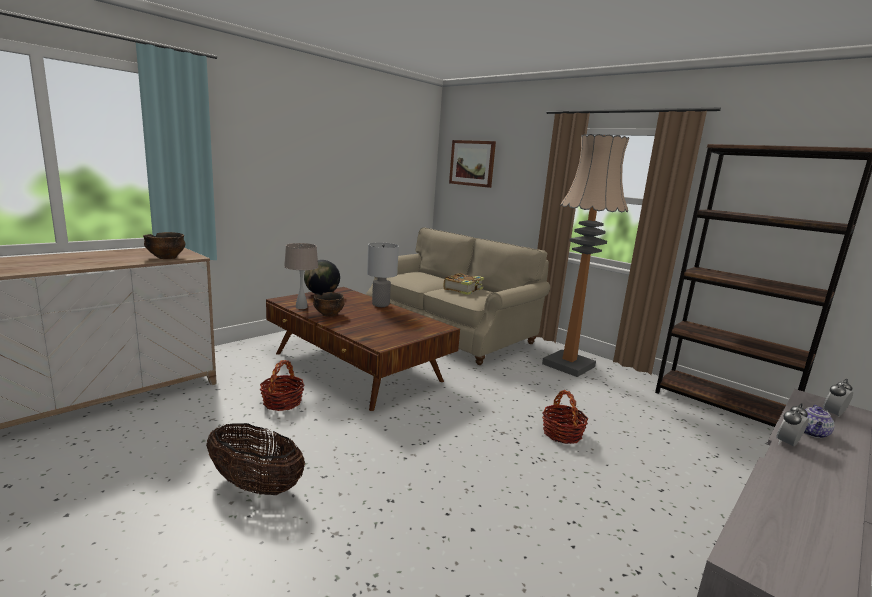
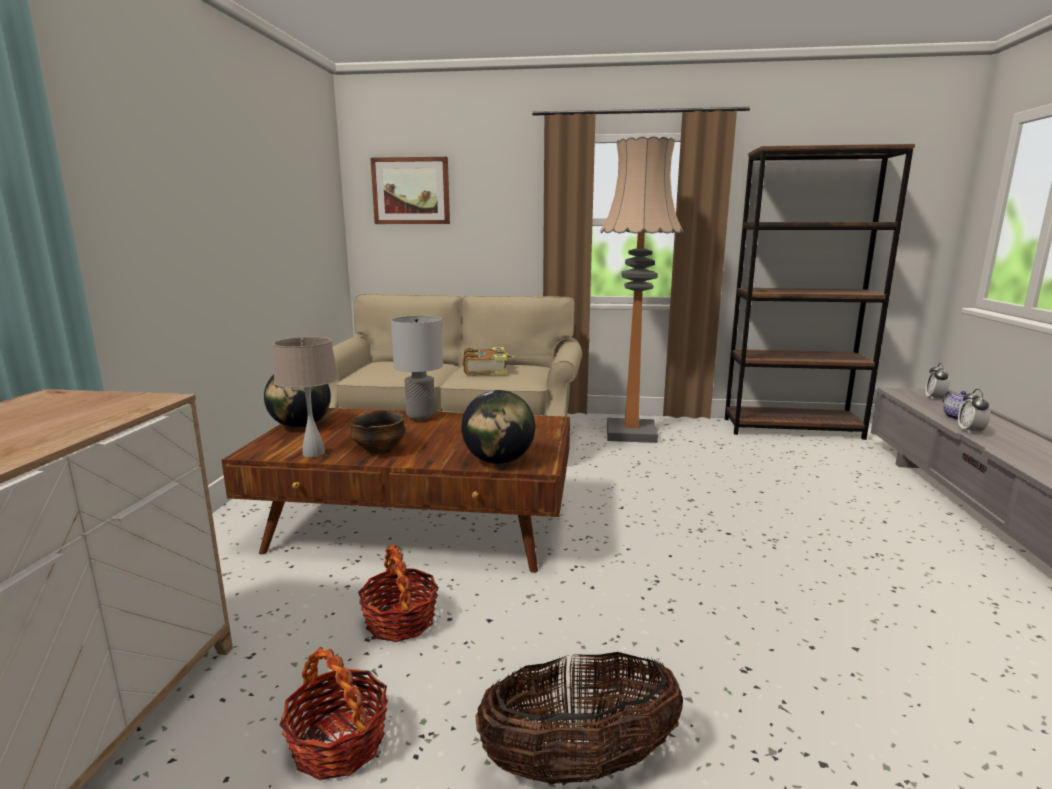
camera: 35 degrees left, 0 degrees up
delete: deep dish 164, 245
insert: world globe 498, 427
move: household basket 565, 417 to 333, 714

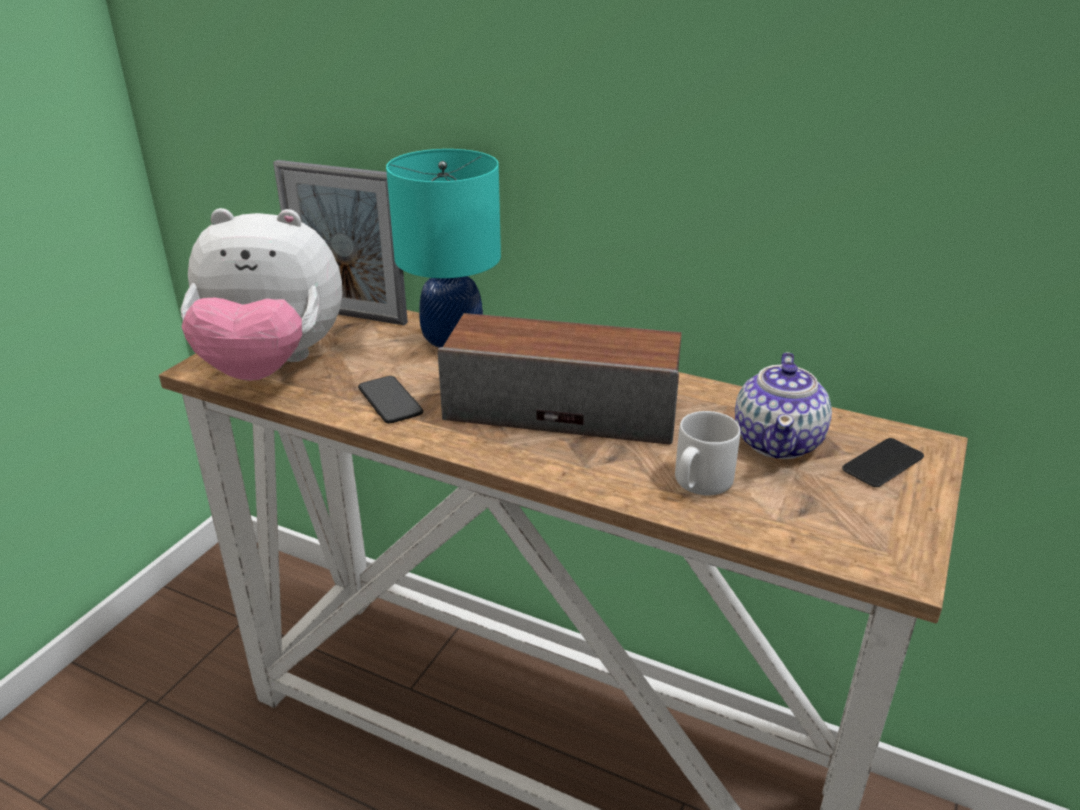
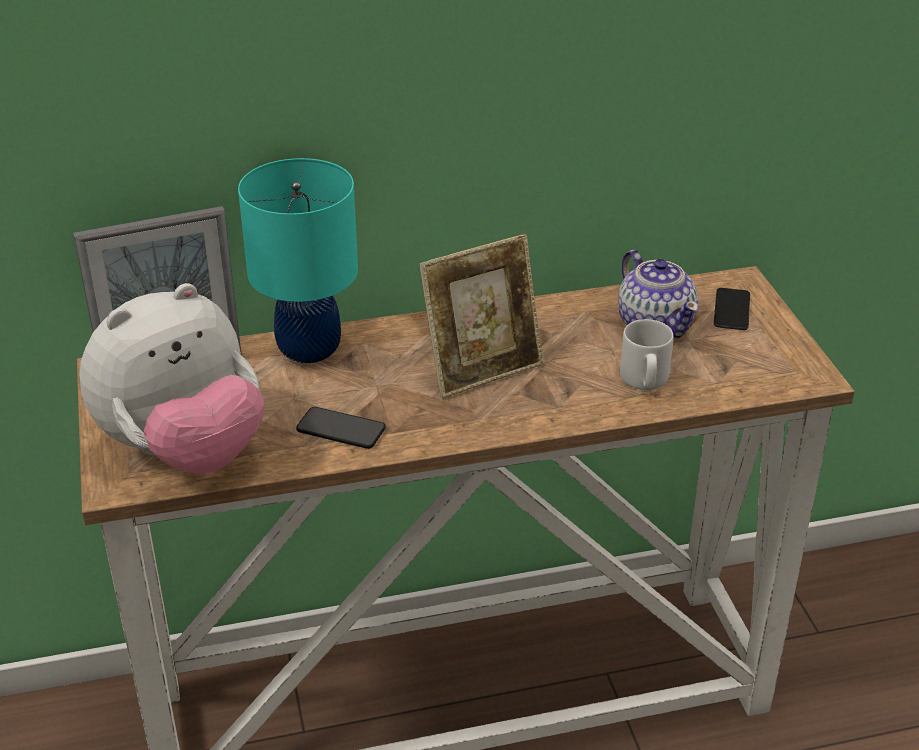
camera: 40 degrees left, 5 degrees up
replace: loudspeaker 560, 378 to photo frame 481, 316

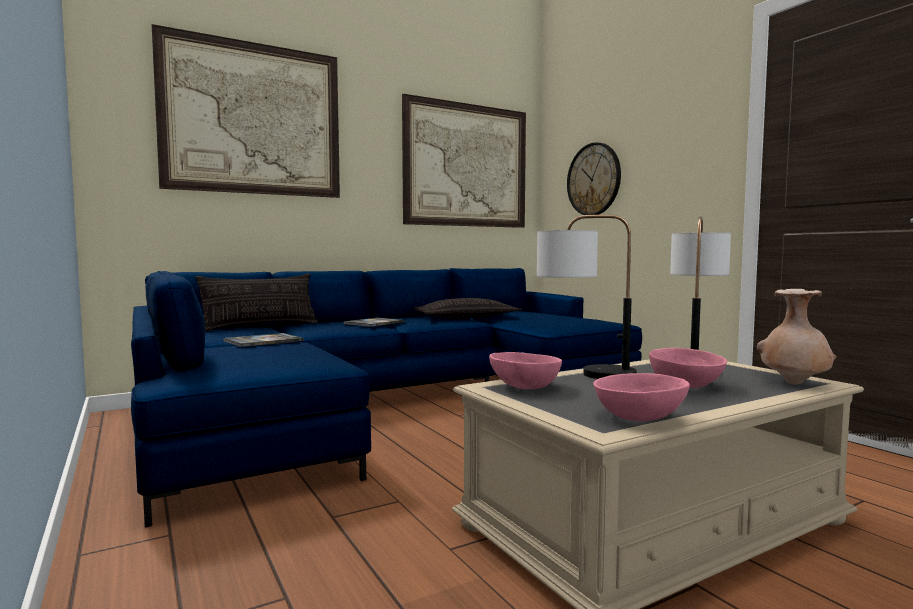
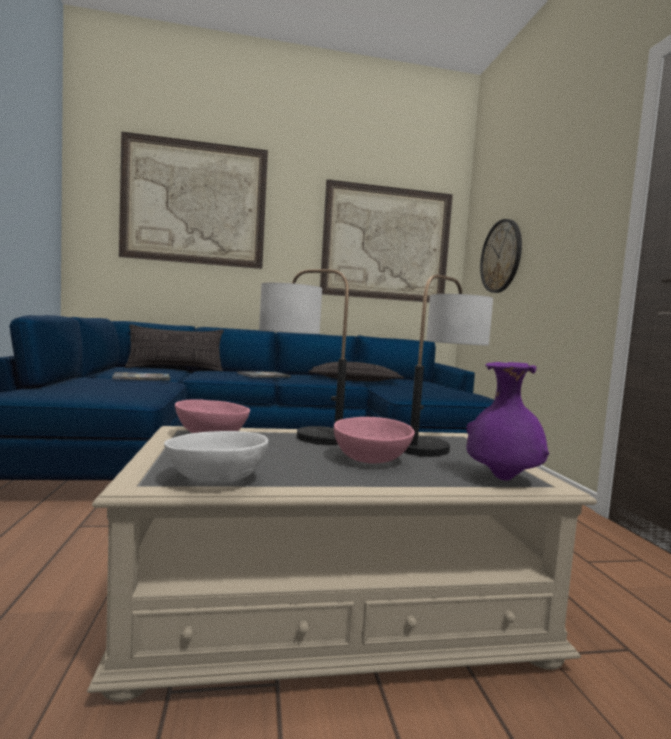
camera: 20 degrees right, 0 degrees up
recolor: deep dish (pink) 641, 397 to deep dish (white) 216, 457; vase (beige) 796, 336 to vase (purple) 507, 421

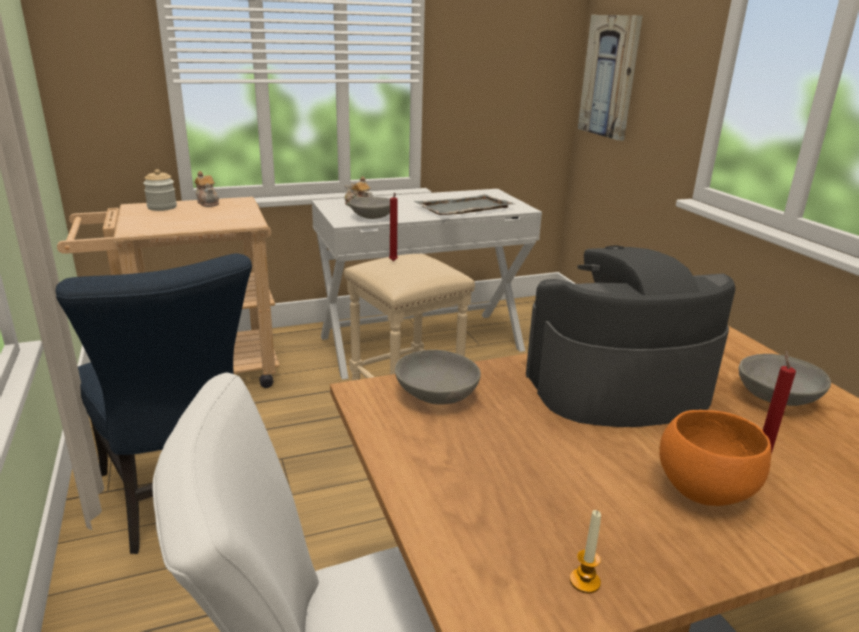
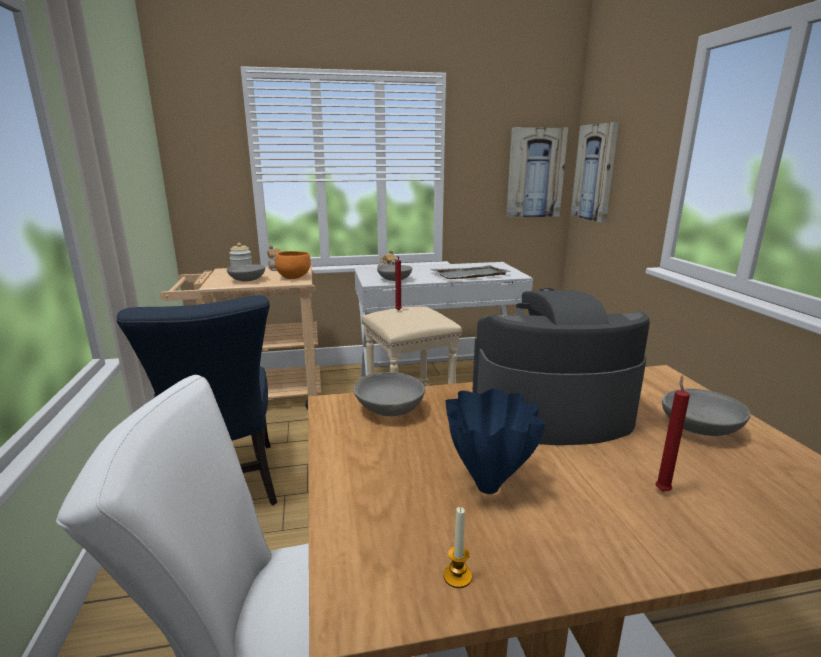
camera: 10 degrees right, 5 degrees down
insert: deep dish (greyish) 246, 273; vase (blue) 496, 441; picture 537, 172
move: deep dish (orangey) 715, 458 to 293, 265

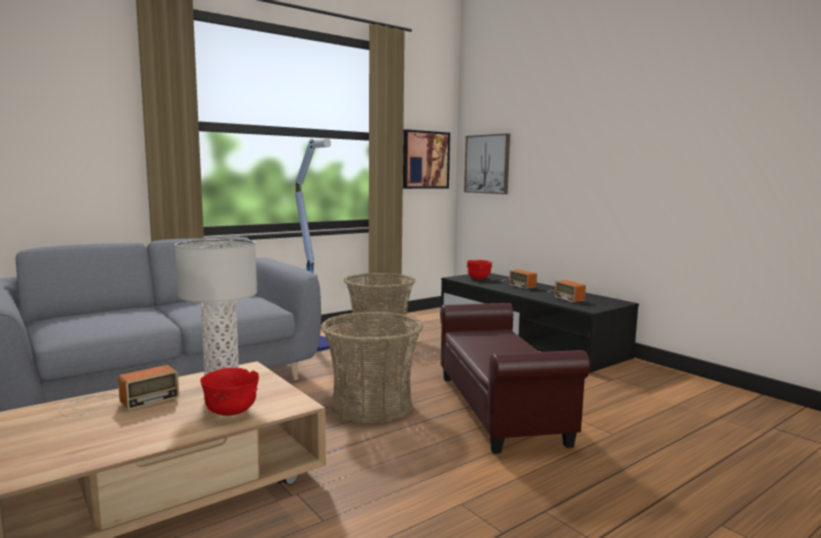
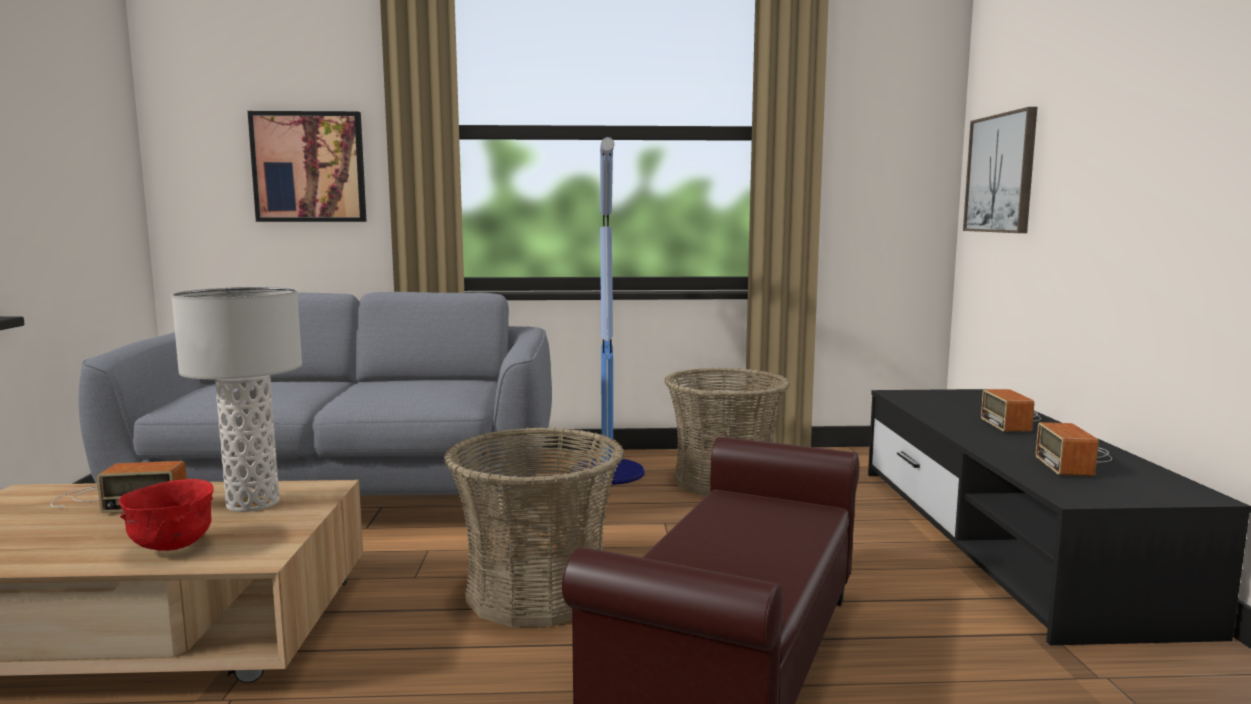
camera: 35 degrees right, 0 degrees up
delete: deep dish (red) 479, 269
move: picture 426, 159 to 307, 166

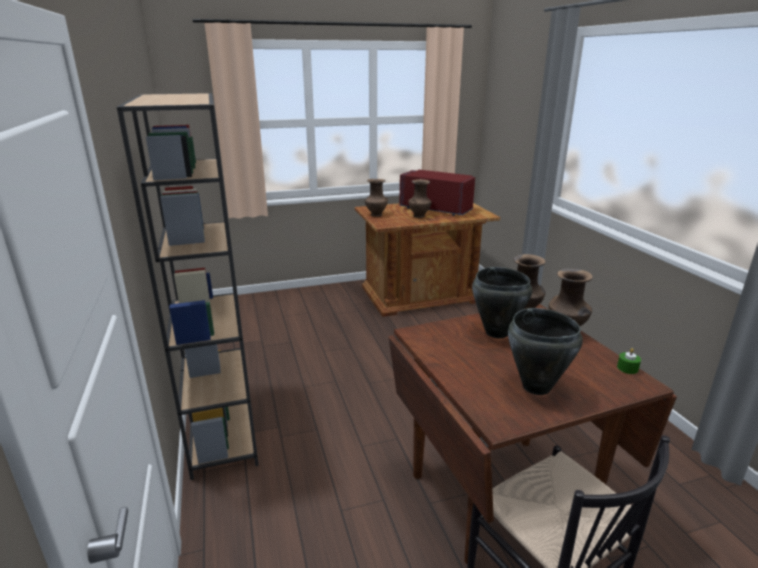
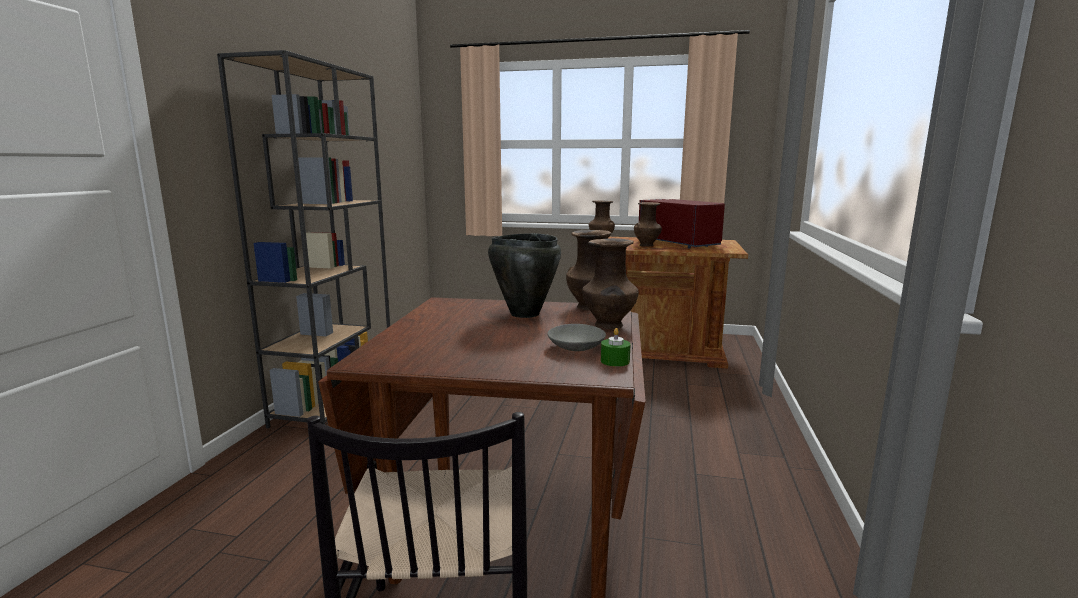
camera: 30 degrees right, 10 degrees down
delete: stockpot (blackish) 545, 351
insert: deep dish (greyish) 576, 337

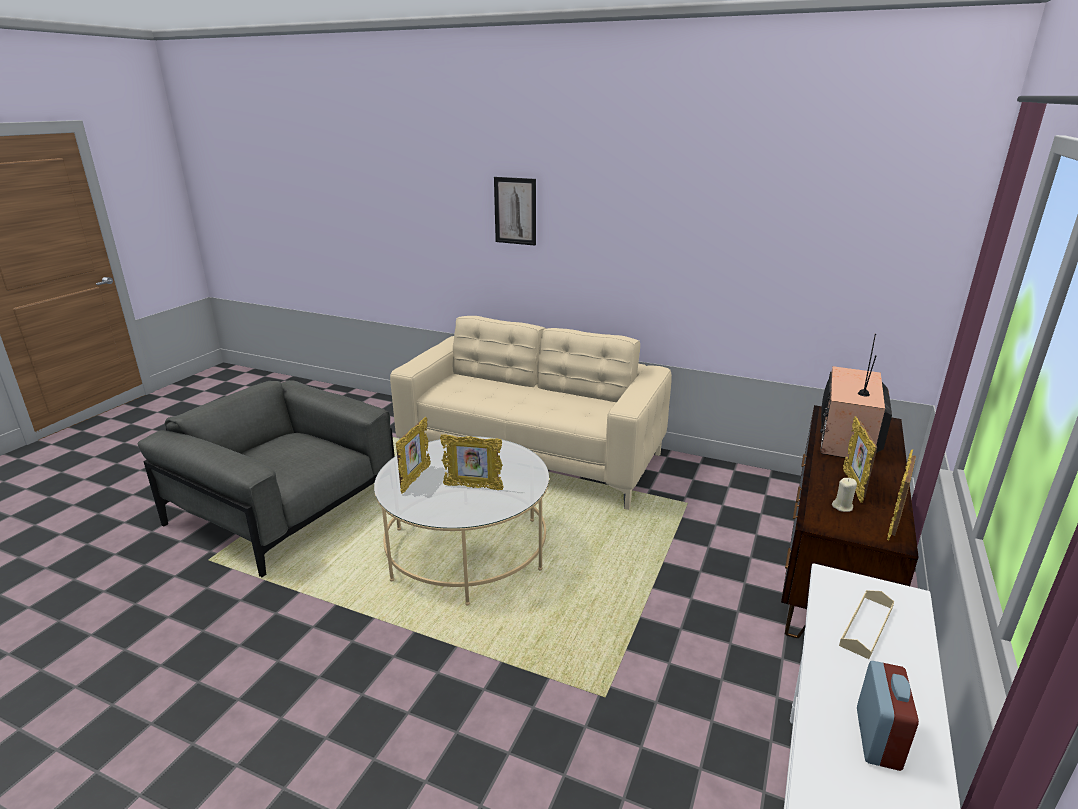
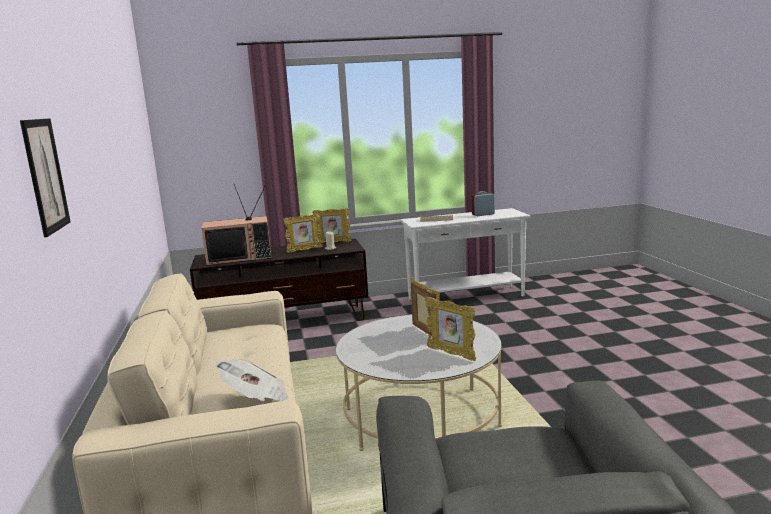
camera: 125 degrees left, 10 degrees down
insert: daily paper 252, 380
rotate: photo frame 413, 455 = 450, 329 120 degrees counterclockwise

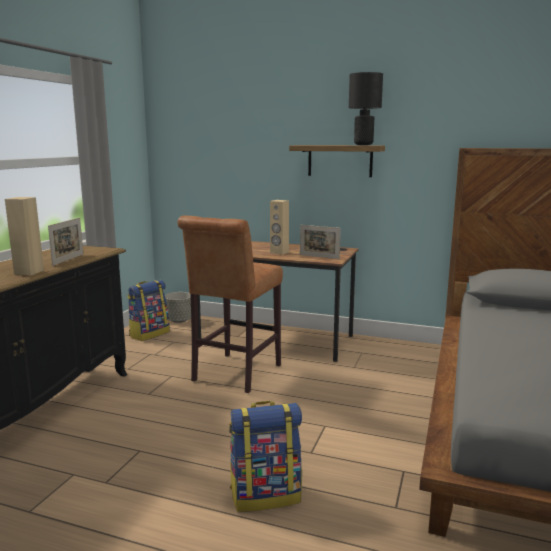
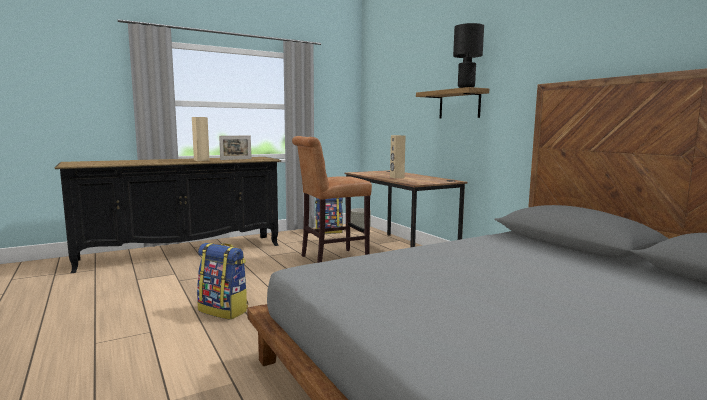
camera: 40 degrees right, 5 degrees down
delete: photo frame 320, 242

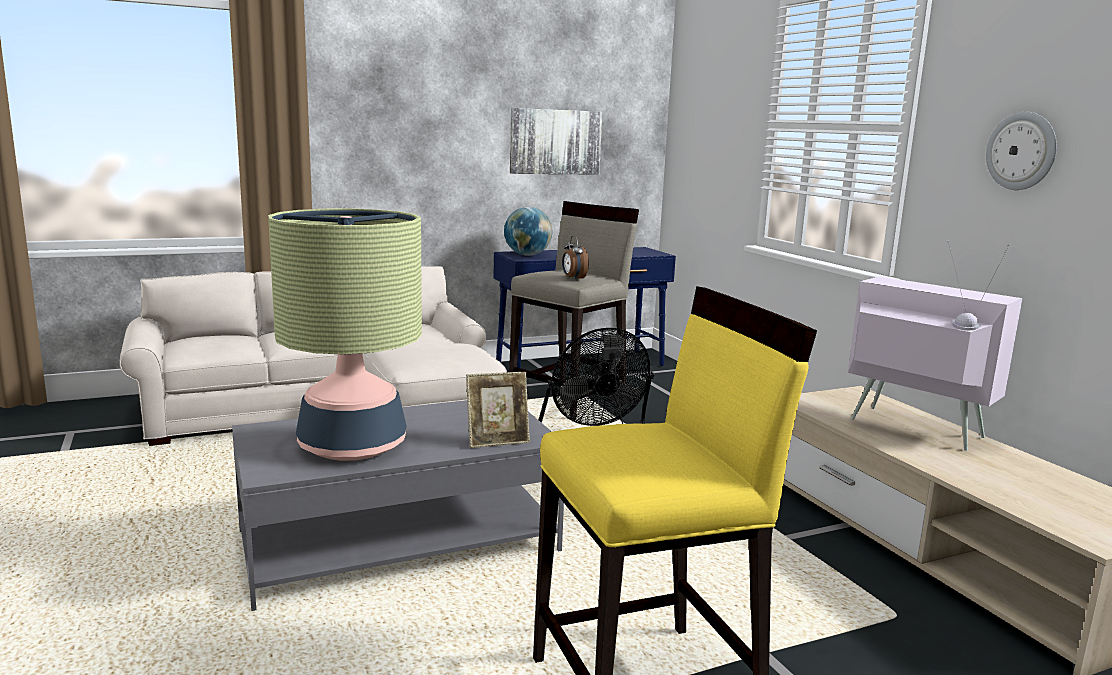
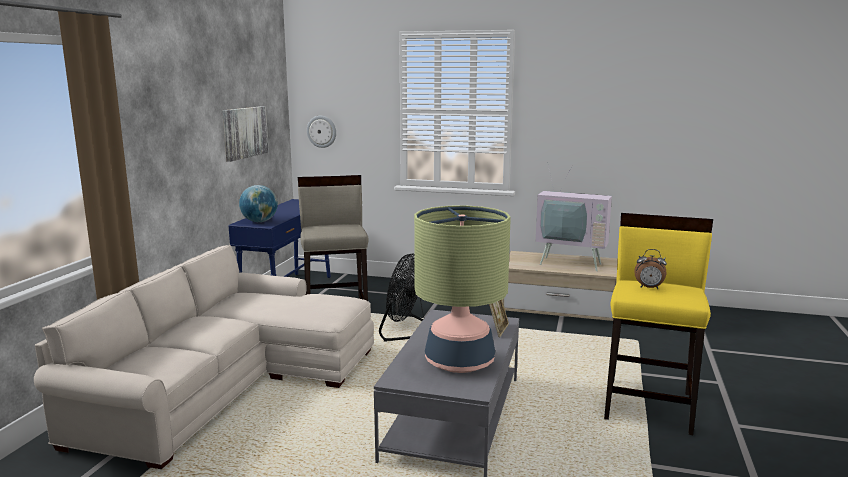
camera: 50 degrees left, 0 degrees up
move: hanging clock 1021, 151 to 321, 132; table clock 575, 258 to 650, 269
rotate: TV 935, 345 = 574, 216 150 degrees counterclockwise

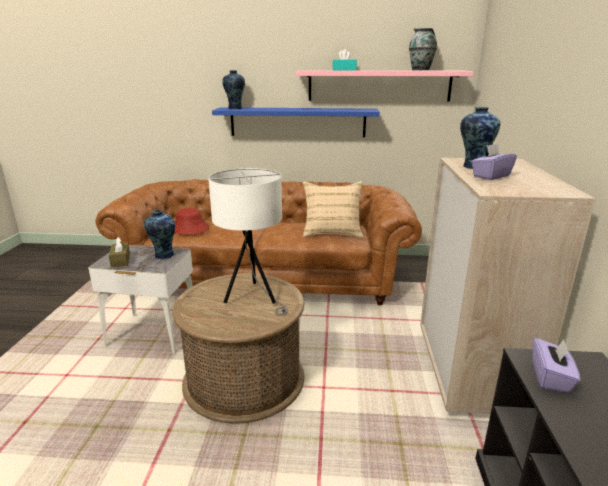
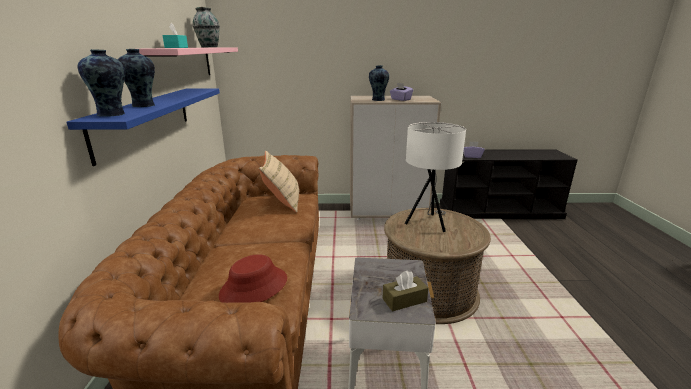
camera: 95 degrees left, 0 degrees up
move: vase 159, 234 to 136, 78

